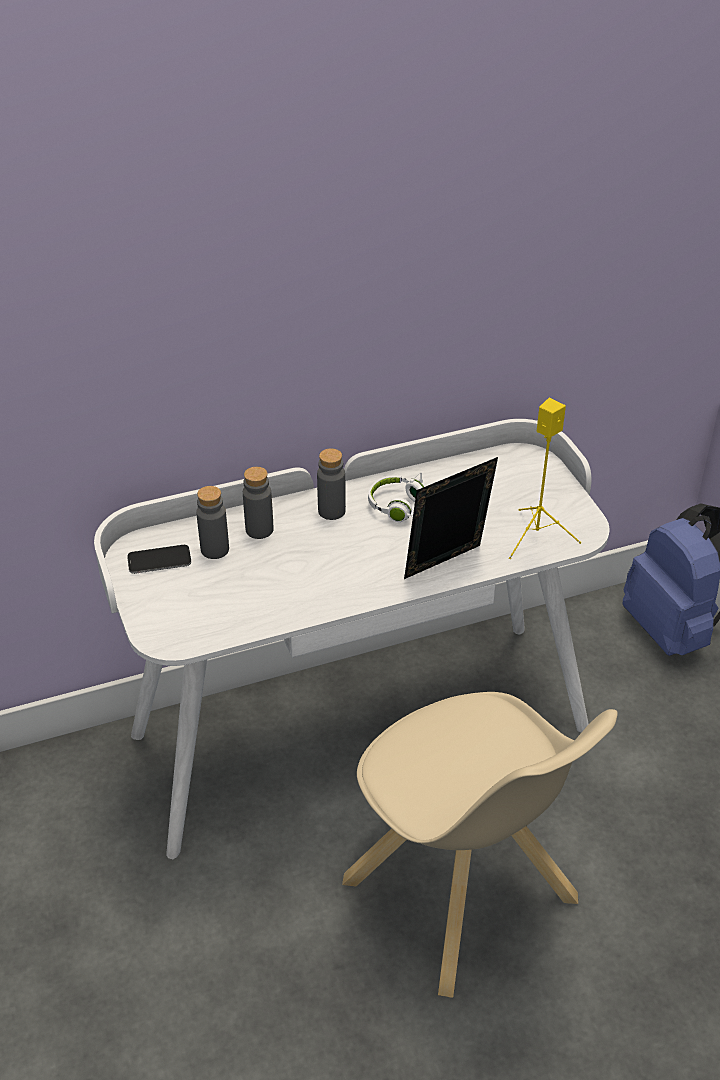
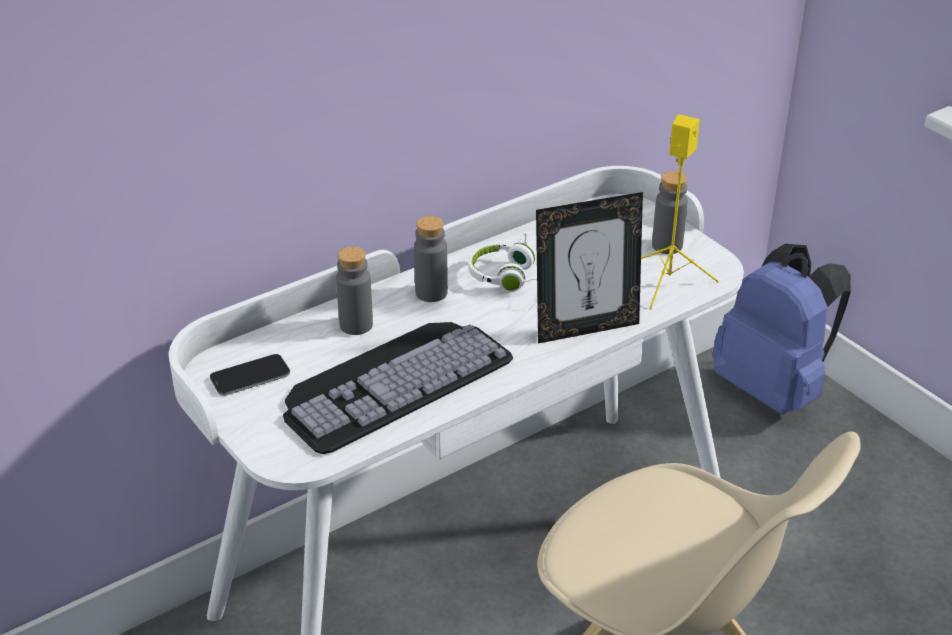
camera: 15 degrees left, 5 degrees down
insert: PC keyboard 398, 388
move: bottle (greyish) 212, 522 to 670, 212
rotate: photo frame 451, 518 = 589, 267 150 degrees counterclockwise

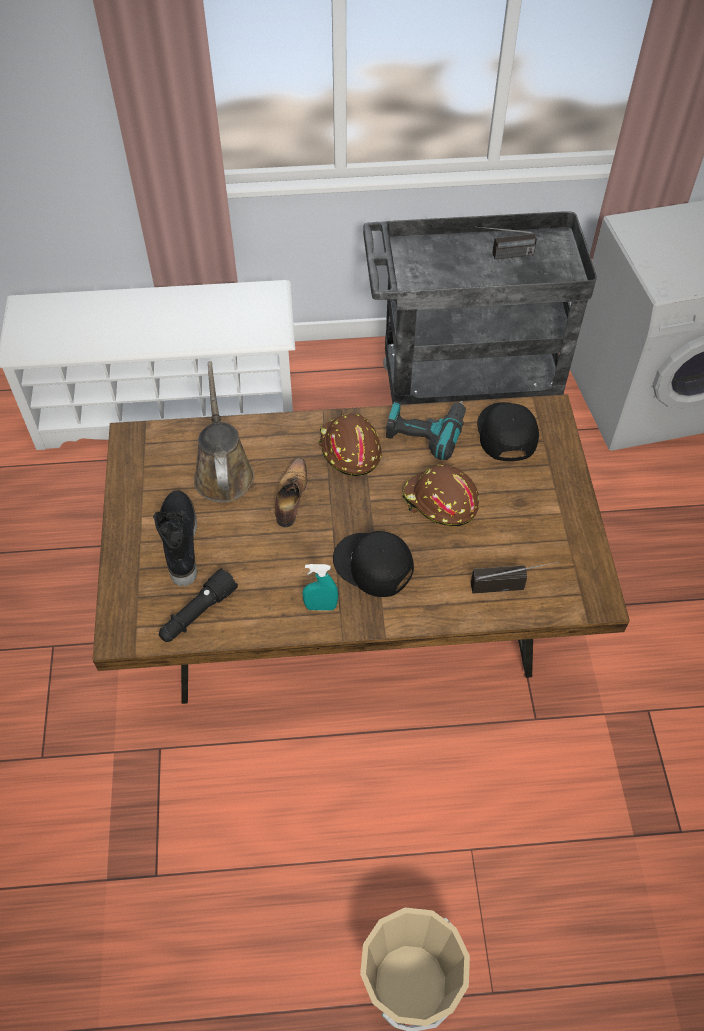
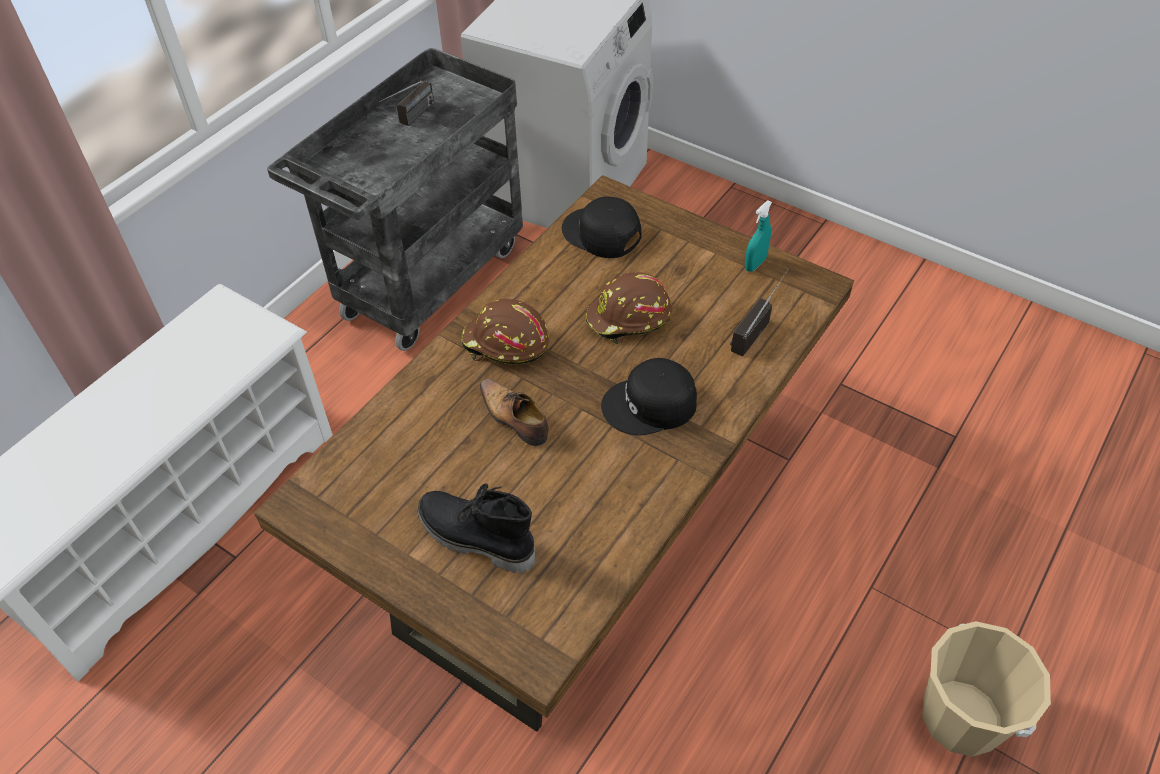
camera: 50 degrees left, 5 degrees down
delete: torch (blackish) 198, 605; watering pot (brownish) 224, 432; drill 426, 430
move: spray bottle (blue-green) 320, 587 to 758, 236

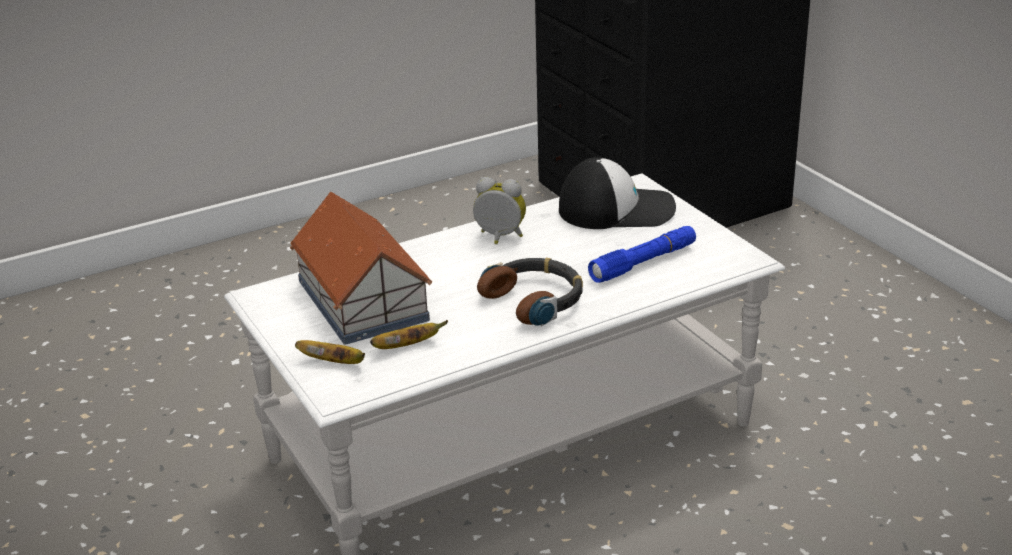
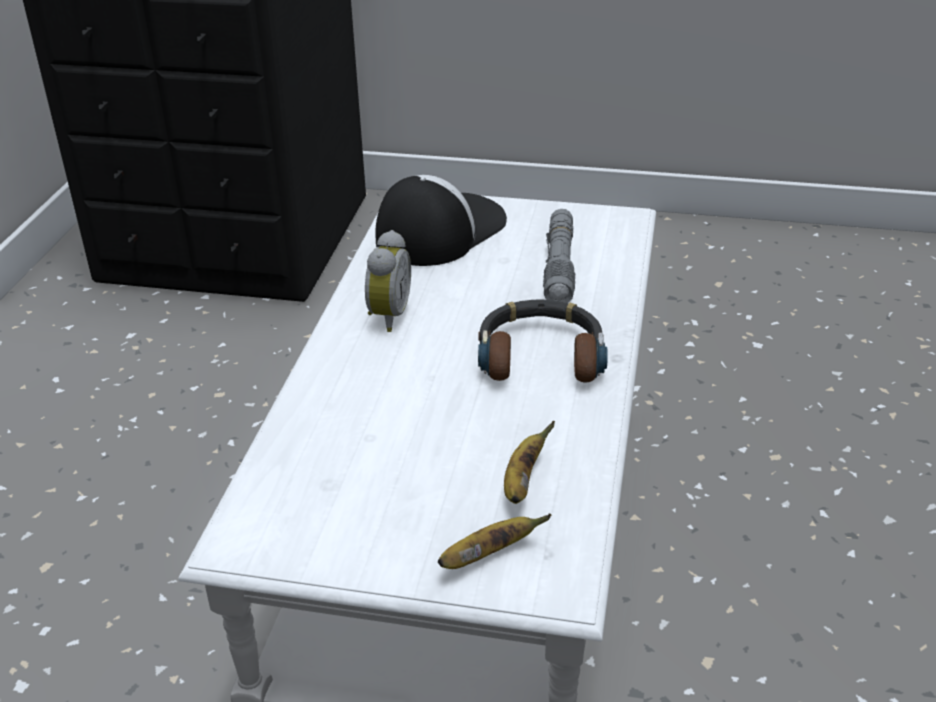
camera: 50 degrees left, 5 degrees up
delete: miniature house 361, 268
recolor: torch (blue) 642, 254 to torch (greyish) 559, 256
rotate: table clock 499, 210 = 388, 281 135 degrees clockwise

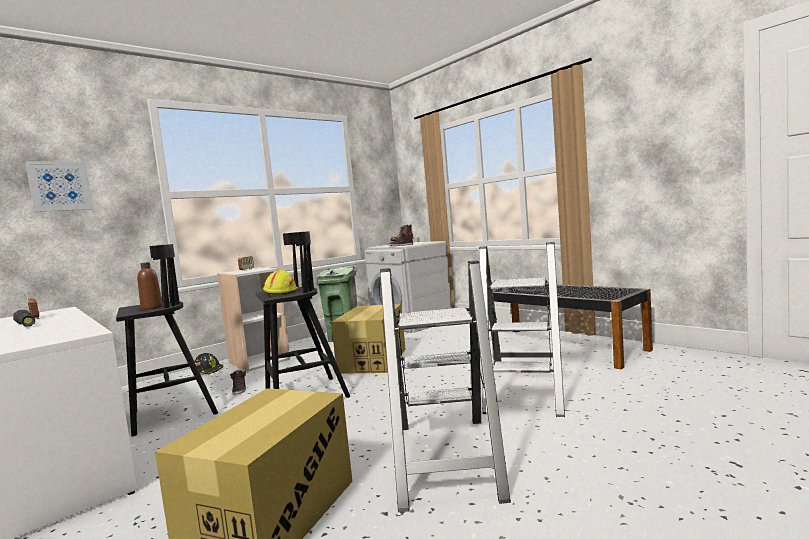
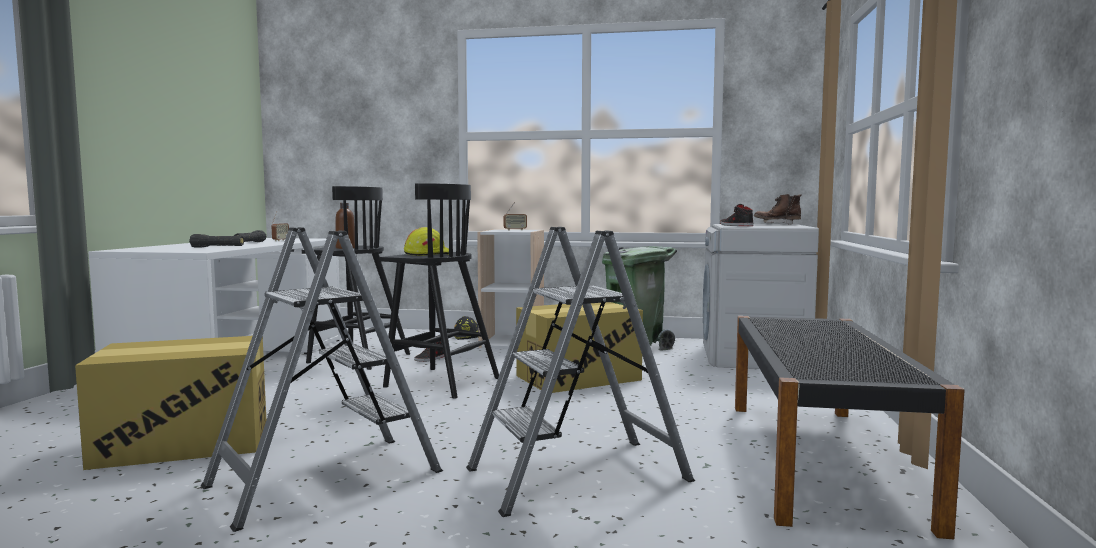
camera: 50 degrees right, 0 degrees up
delete: picture 59, 186
insert: torch (blackish) 216, 241

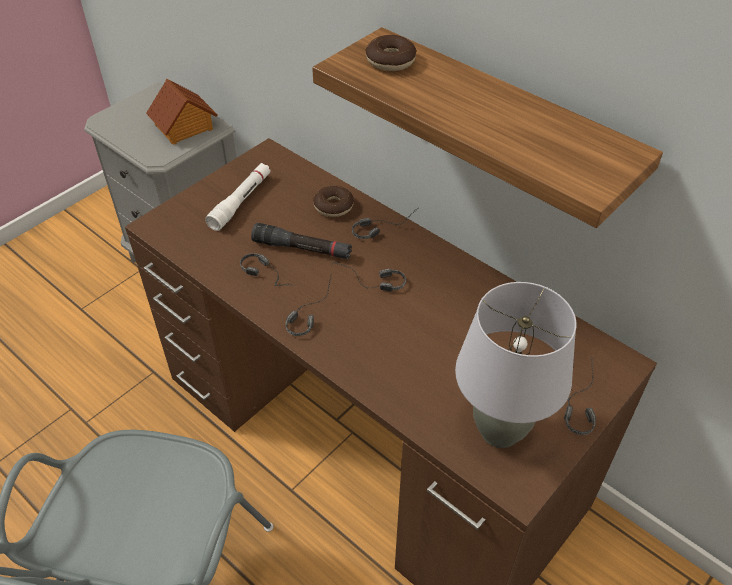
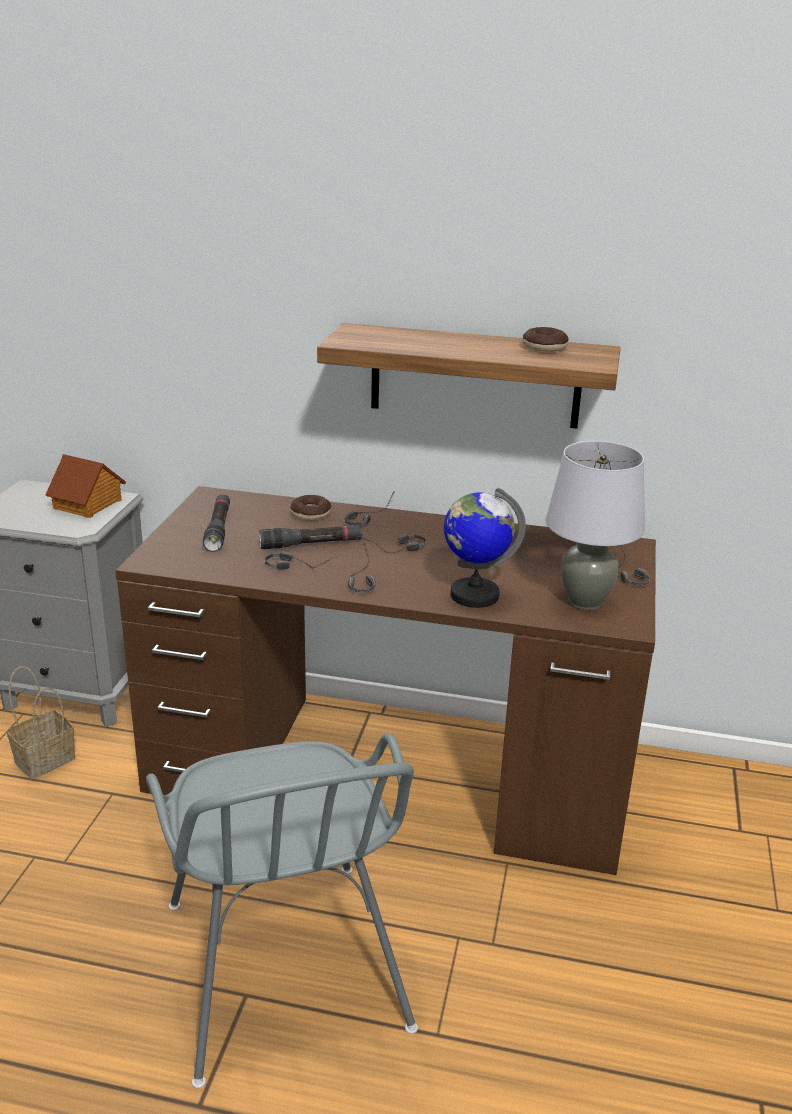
camera: 30 degrees left, 20 degrees down
insert: household basket 41, 722; world globe 485, 548
move: doughnut 391, 53 to 546, 339
recolor: torch (white) 238, 197 to torch (blackish) 216, 523

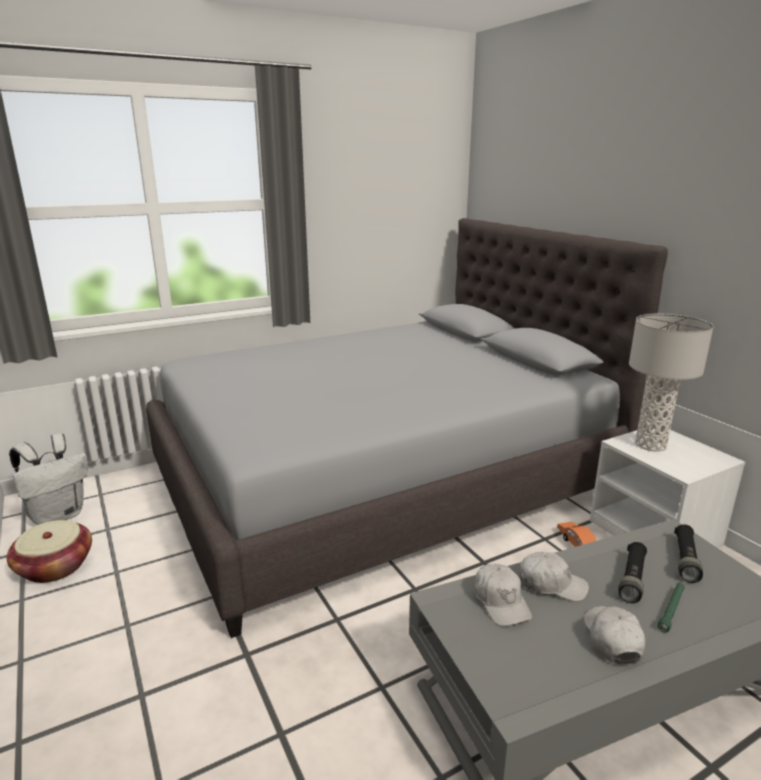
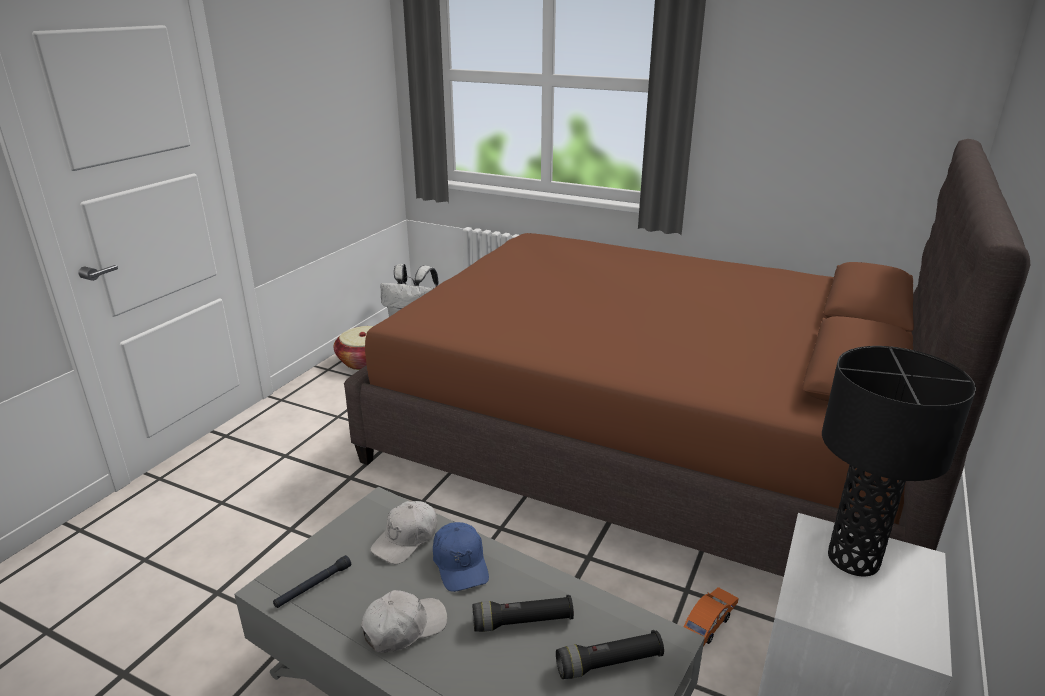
camera: 55 degrees right, 5 degrees up
delete: torch (green-coloured) 671, 608
insert: torch (blackish) 312, 581
recolor: bed (greyish) 407, 428 to bed (brownish) 687, 358; peaked cap (white) 555, 577 to peaked cap (blue) 461, 557; tabletop lamp (white) 671, 383 to tabletop lamp (blackish) 899, 461

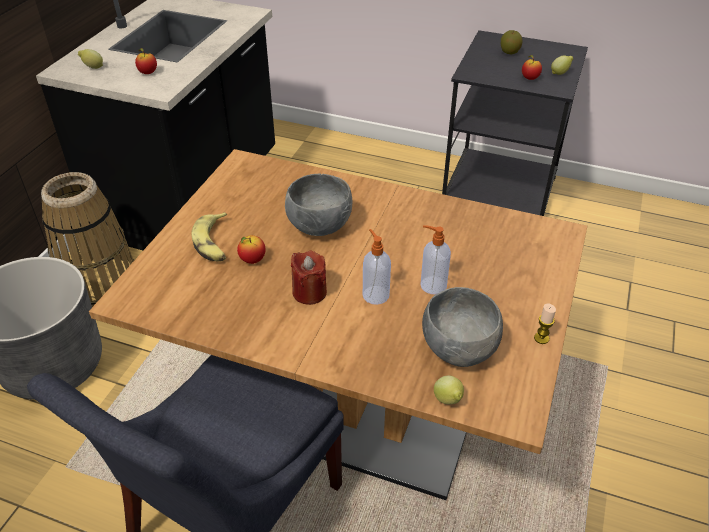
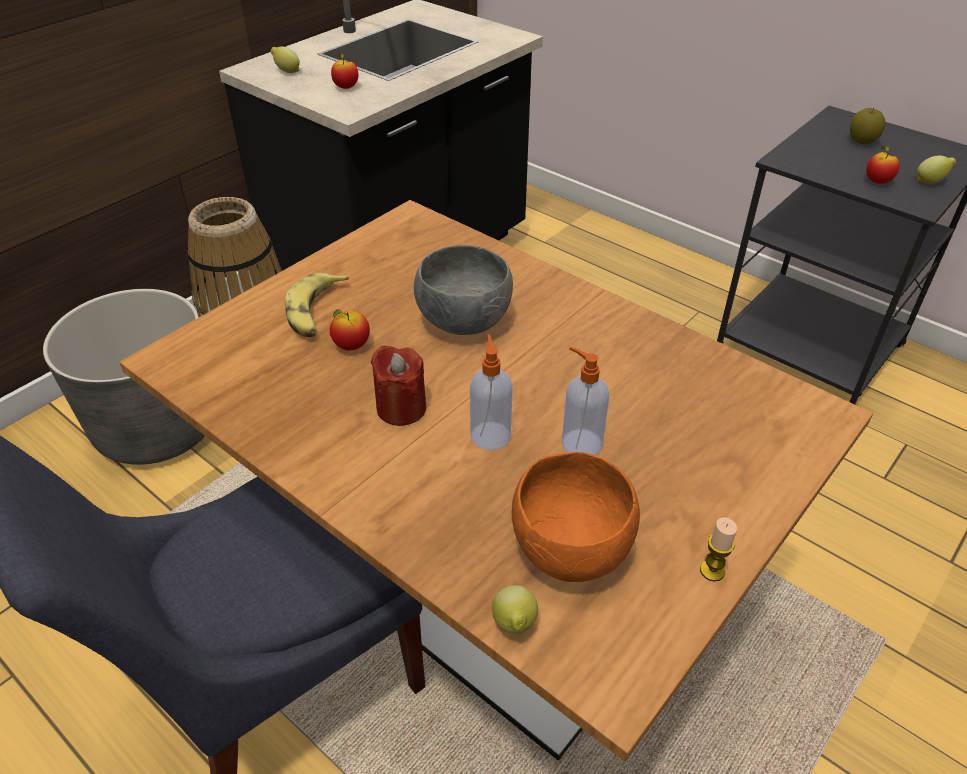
camera: 20 degrees right, 0 degrees up
recolor: deep dish (greyish) 462, 327 to deep dish (orangey) 576, 517

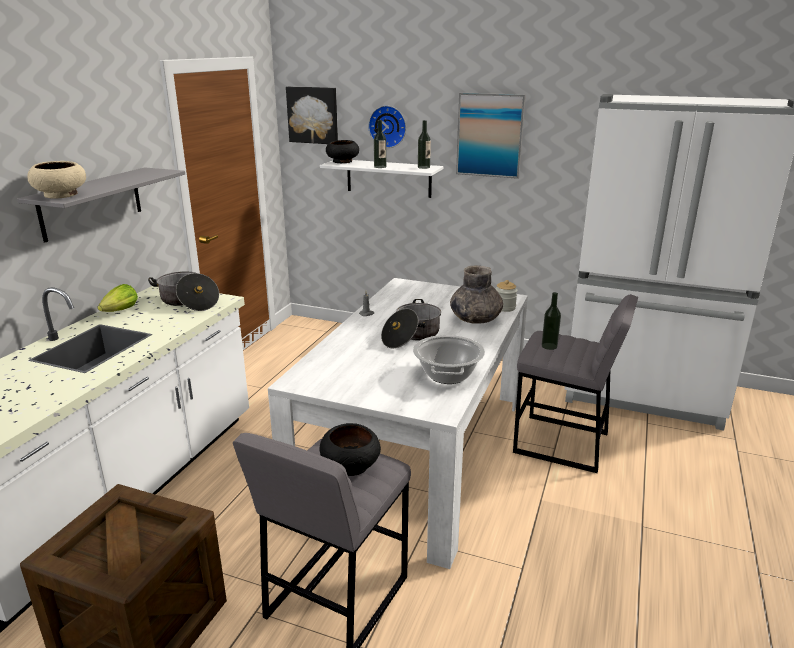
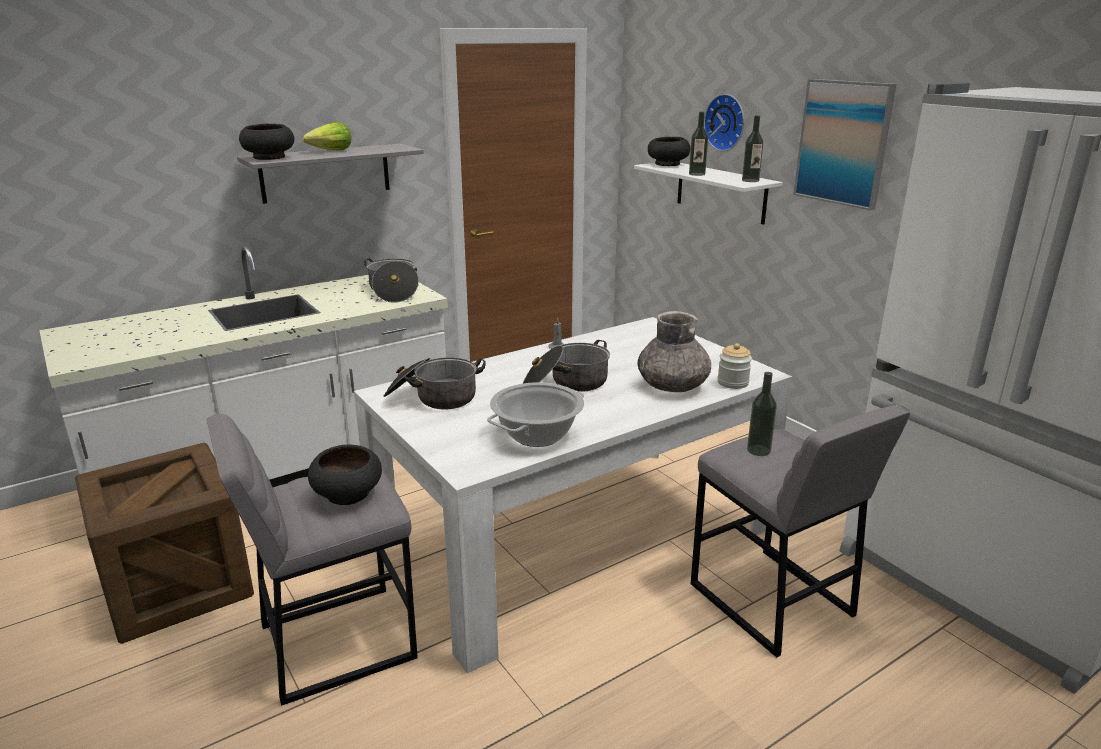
camera: 35 degrees right, 0 degrees up
delete: picture 312, 115
insert: stockpot 435, 383
move: lettuce head 118, 298 to 327, 136
recolor: deep dish (beige) 57, 179 to deep dish (blackish) 266, 142

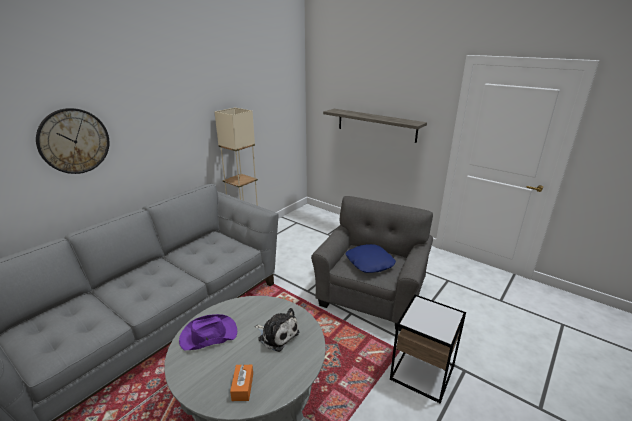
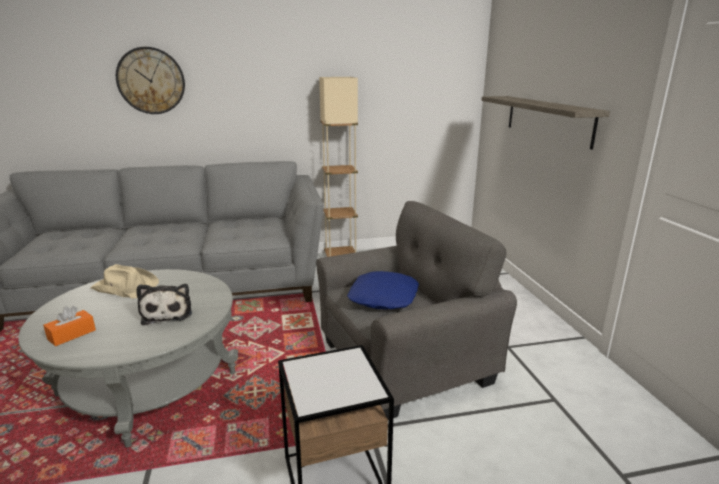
camera: 40 degrees right, 5 degrees down
recolor: hat (purple) 208, 332 to hat (beige) 124, 281

